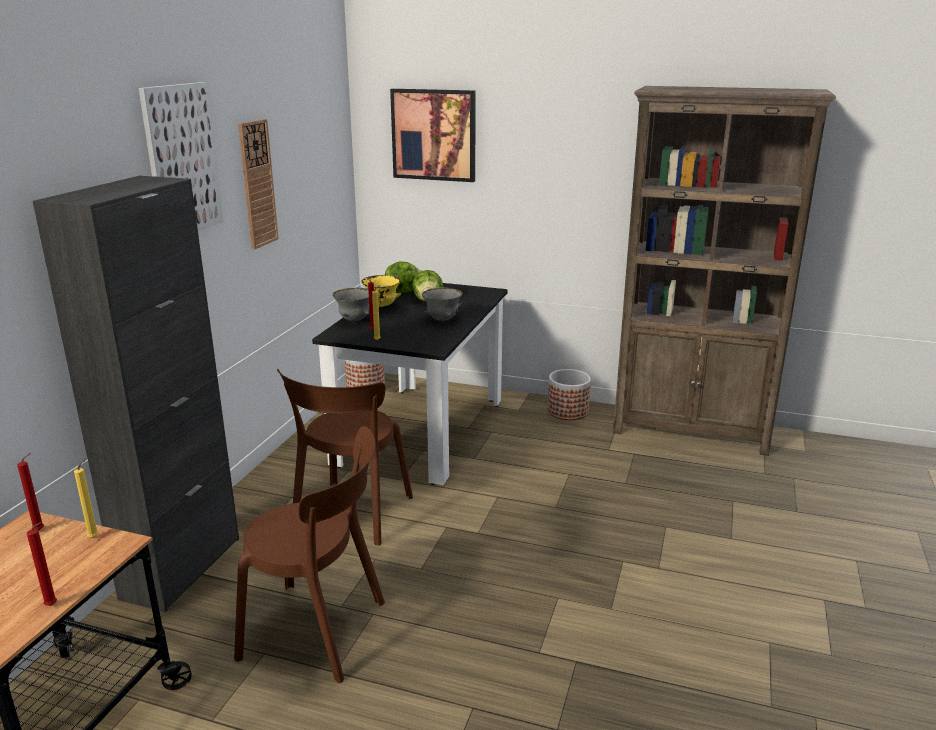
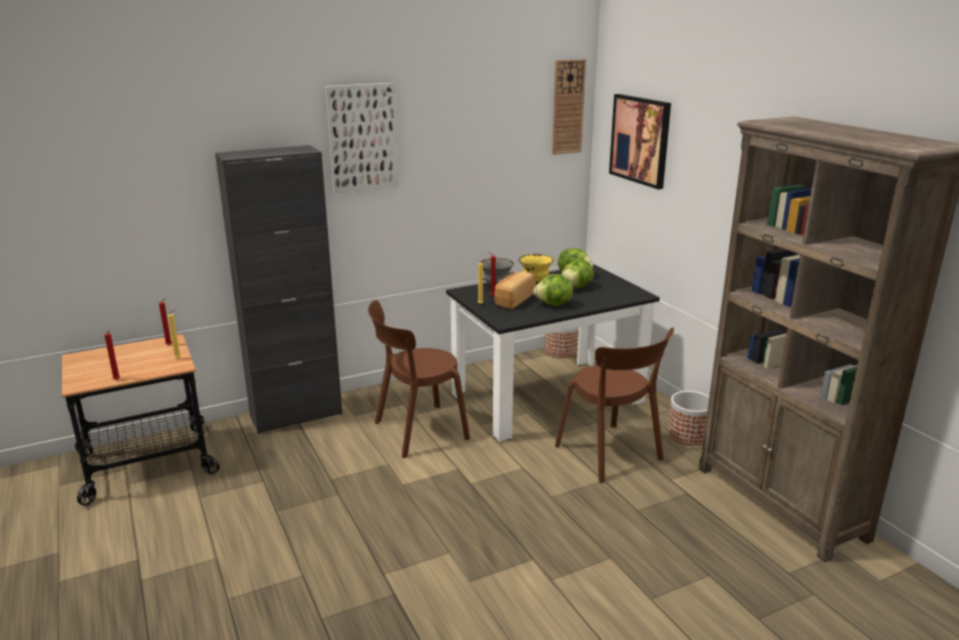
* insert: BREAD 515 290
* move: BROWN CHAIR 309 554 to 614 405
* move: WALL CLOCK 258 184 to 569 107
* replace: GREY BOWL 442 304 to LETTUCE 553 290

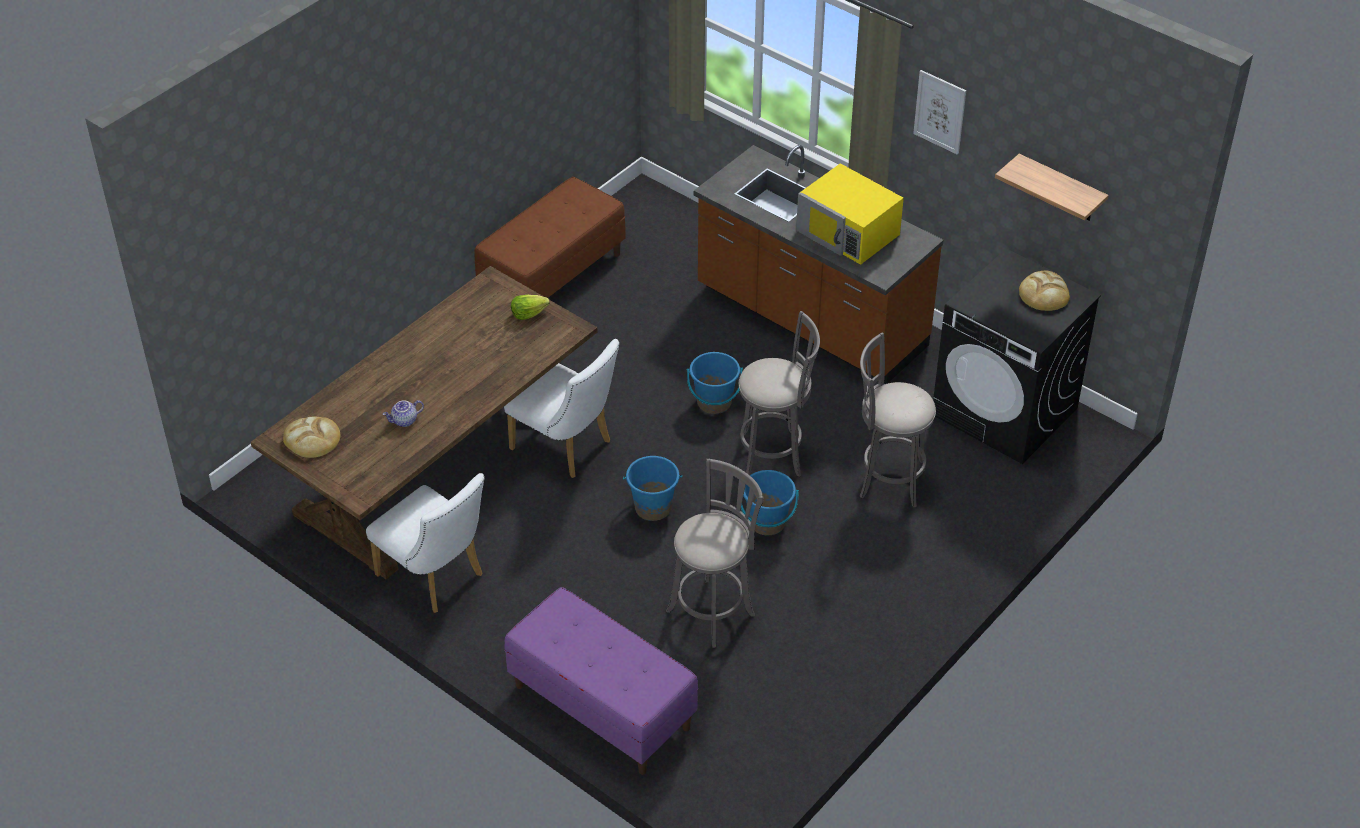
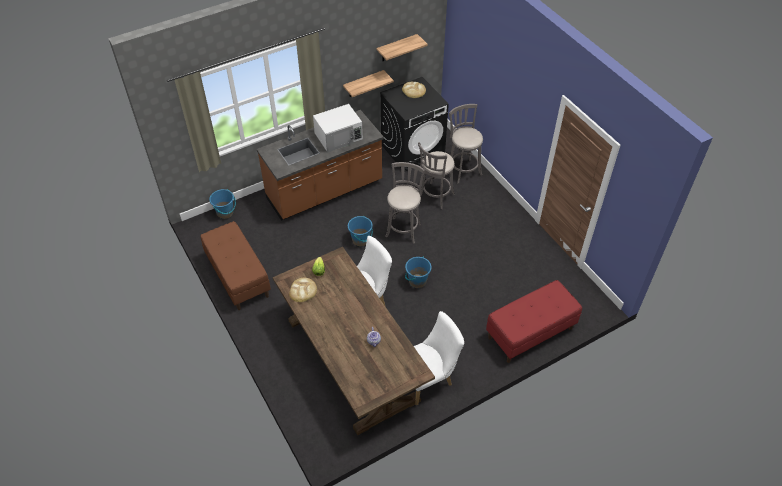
* delete: PICTURE 939 112
* insert: SHELF 368 83
* move: BREAD 311 437 to 303 290
* move: GREY STOOL 714 553 to 466 144
* move: BLUE BUCKET 770 502 to 222 204
* recolor: PURPLE BENCH 601 681 to RED BENCH 534 321
* recolor: YELLOW MICROWAVE 850 214 to WHITE MICROWAVE 338 128

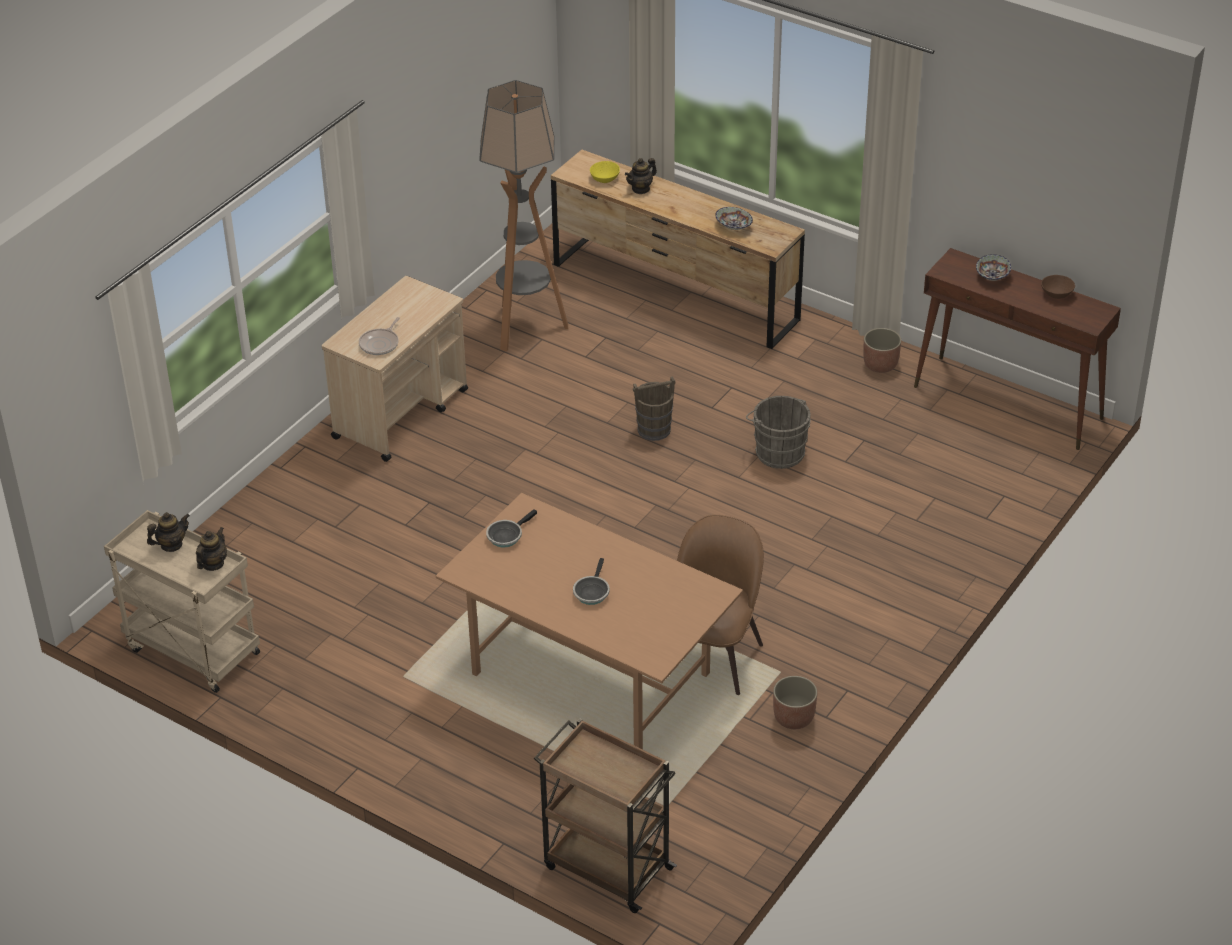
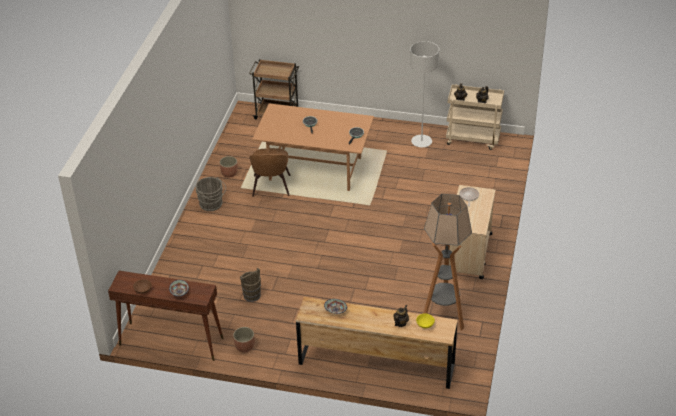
* insert: GREY FLOOR LAMP 424 94
* move: BROWN BUCKET 654 408 to 250 284
* move: GREY BUCKET 778 432 to 210 194

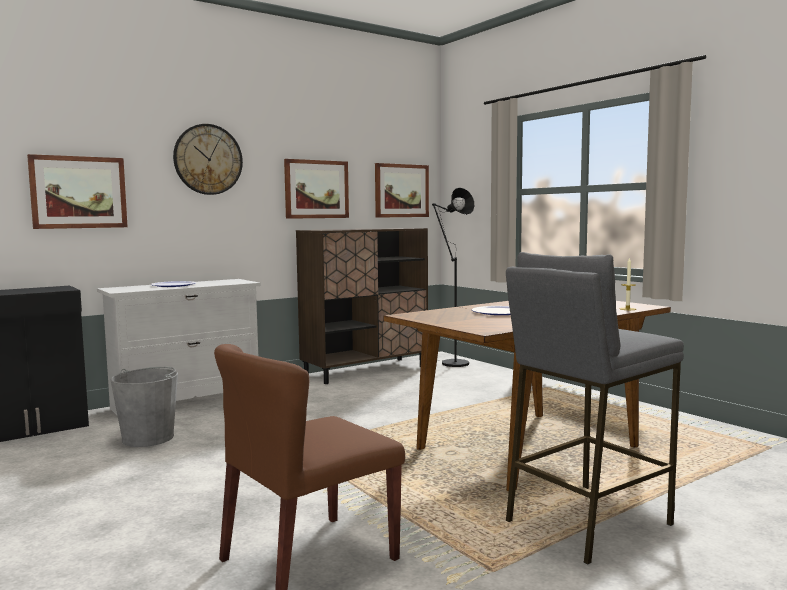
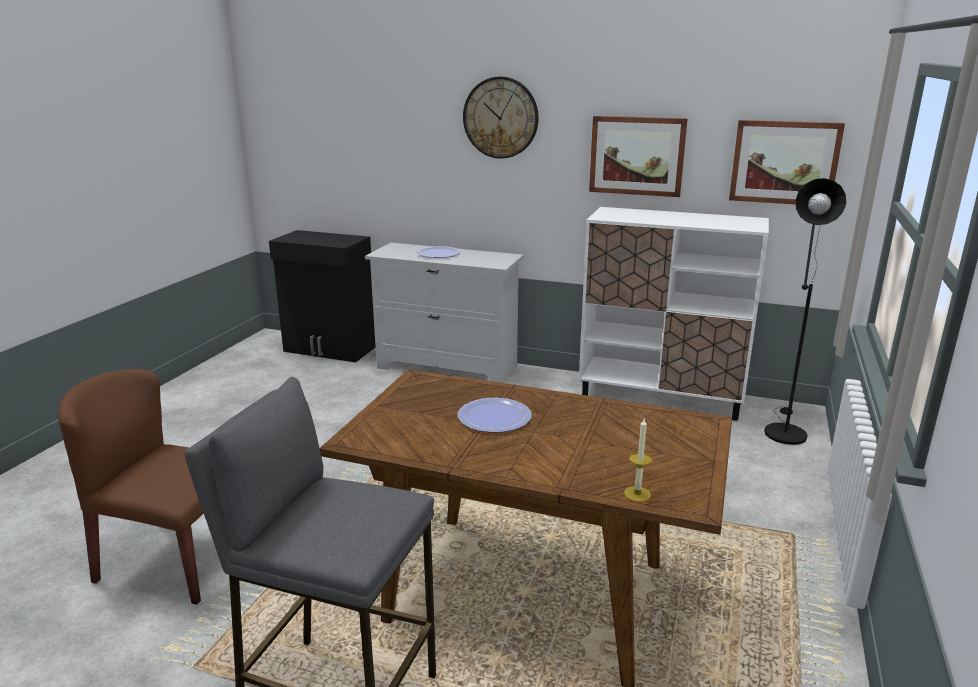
* delete: PICTURE 77 191
* delete: GREY BUCKET 144 407
* recolor: BROWN CABINET 362 306 to WHITE CABINET 674 314

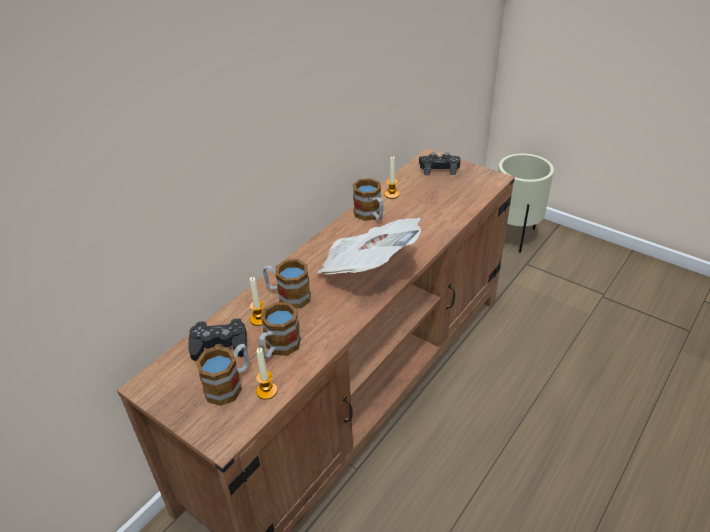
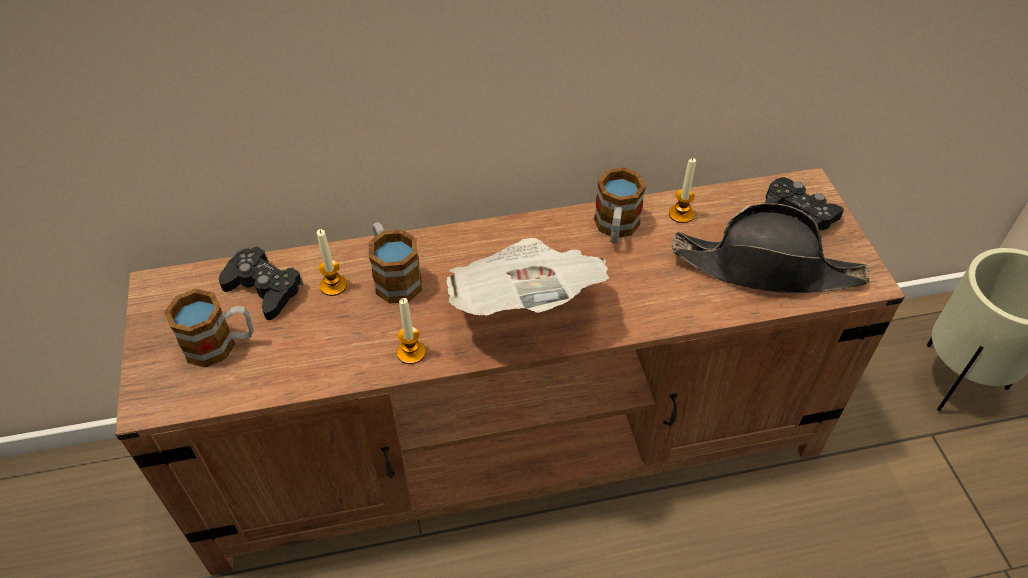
* delete: MUG 279 330
* insert: BLACK HAT 771 248
* move: CANDLE 266 374 to 411 331

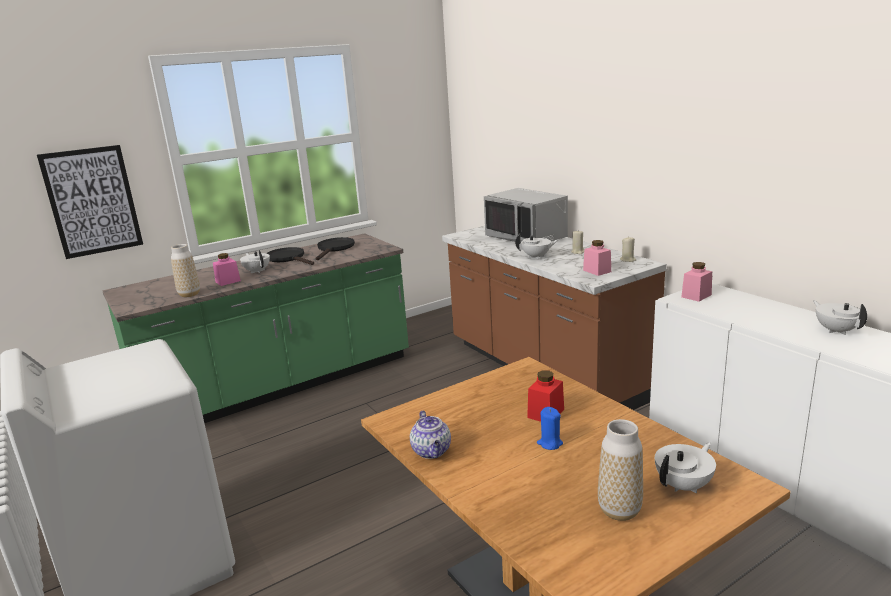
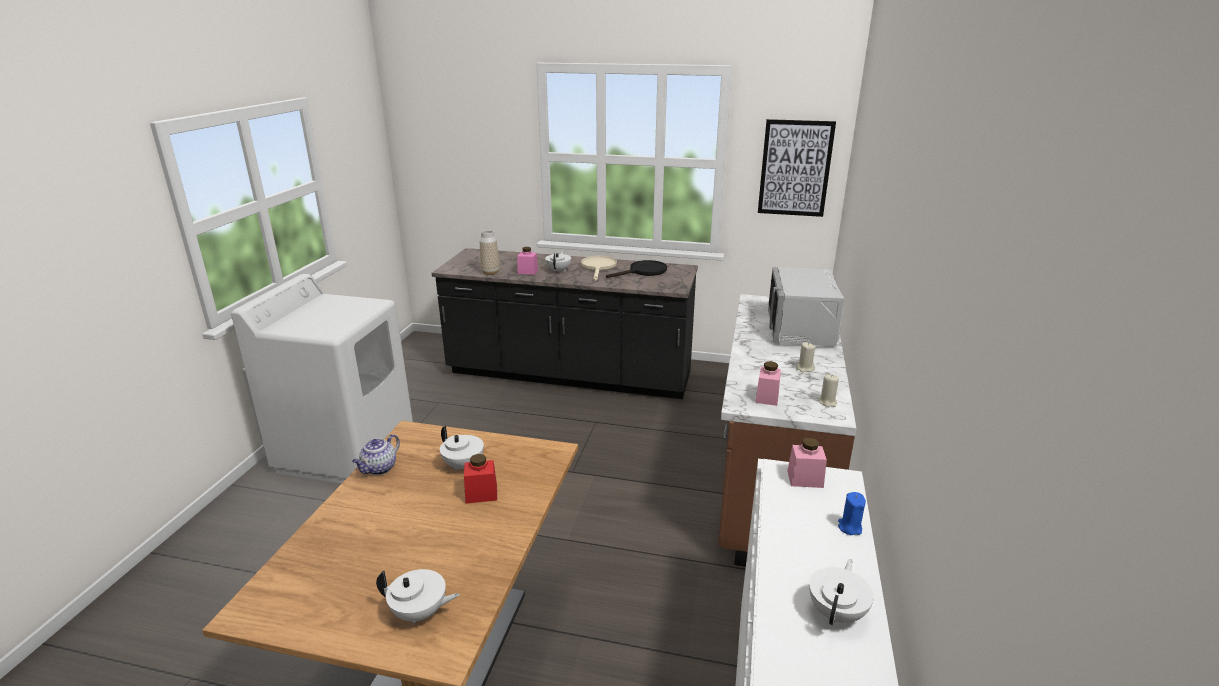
* delete: VASE 620 470
* move: PICTURE 90 202 to 797 168
* move: WHITE TEAPOT 536 246 to 462 448
* move: BLUE CANDLE 550 428 to 852 513
* recolor: GREEN COUNTER 256 328 to BLACK COUNTER 565 323
* recolor: BLACK FRYING PAN 290 256 to BEIGE FRYING PAN 599 268

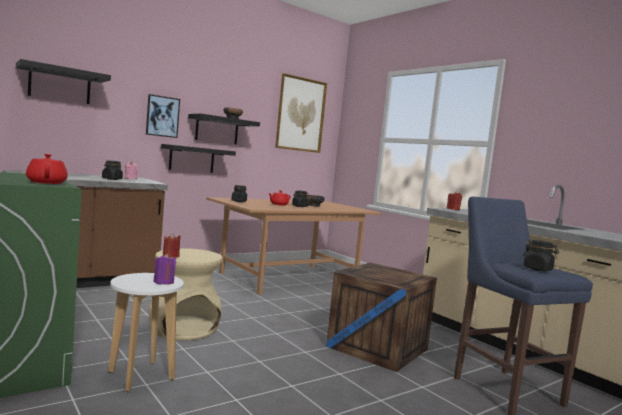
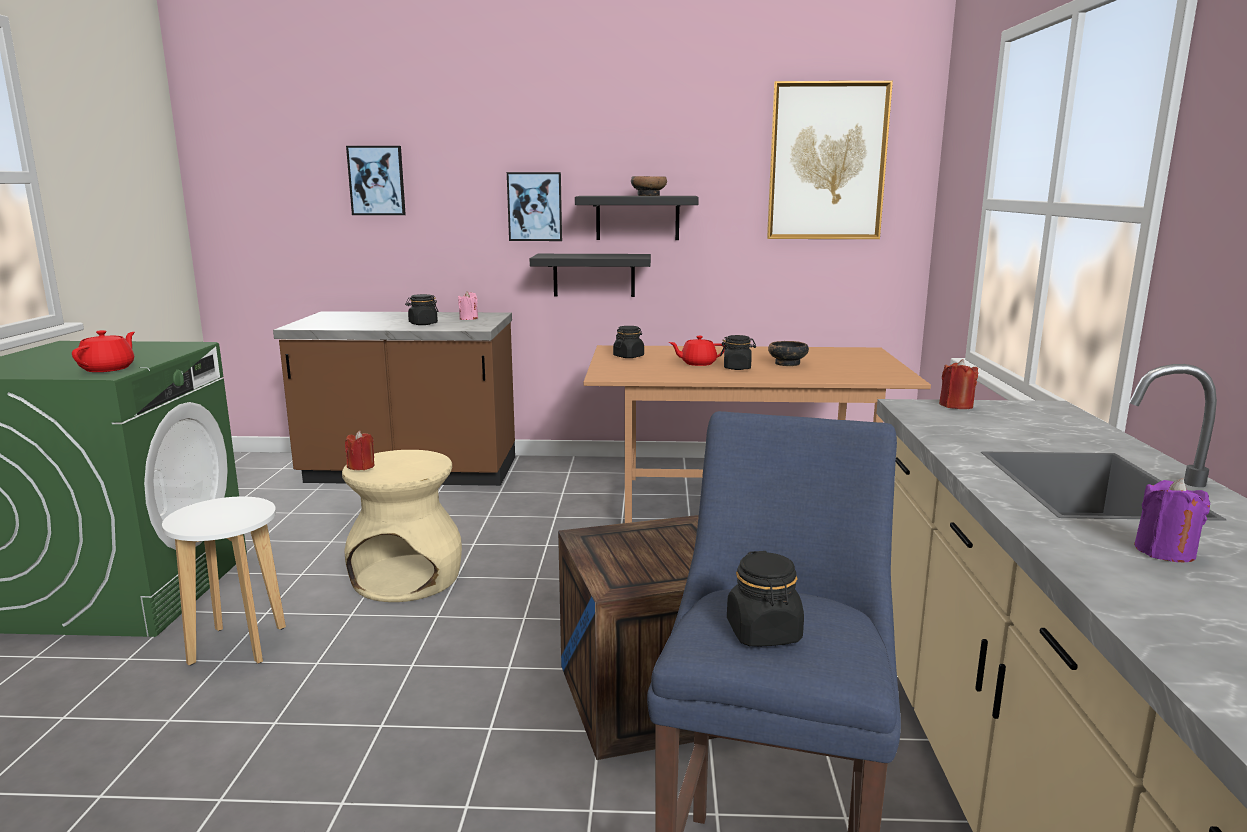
* move: PURPLE CANDLE 165 269 to 1172 520
* replace: BLACK SHELF 63 81 to PICTURE 376 180

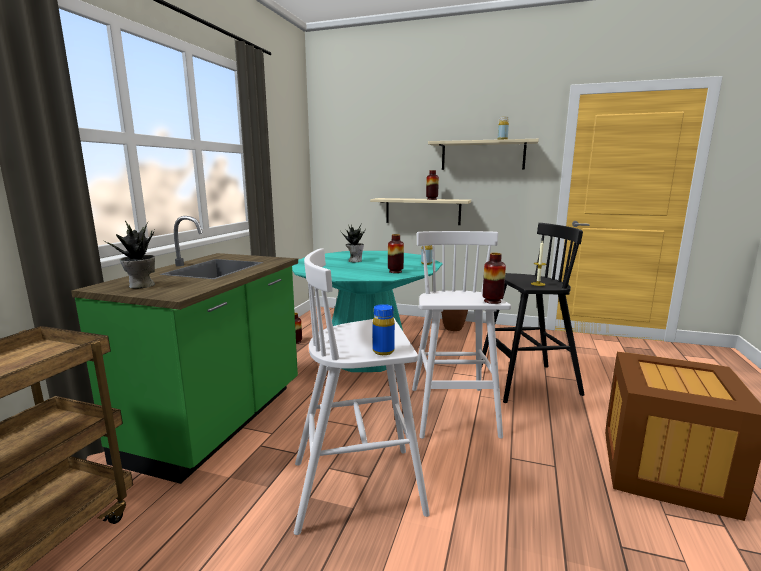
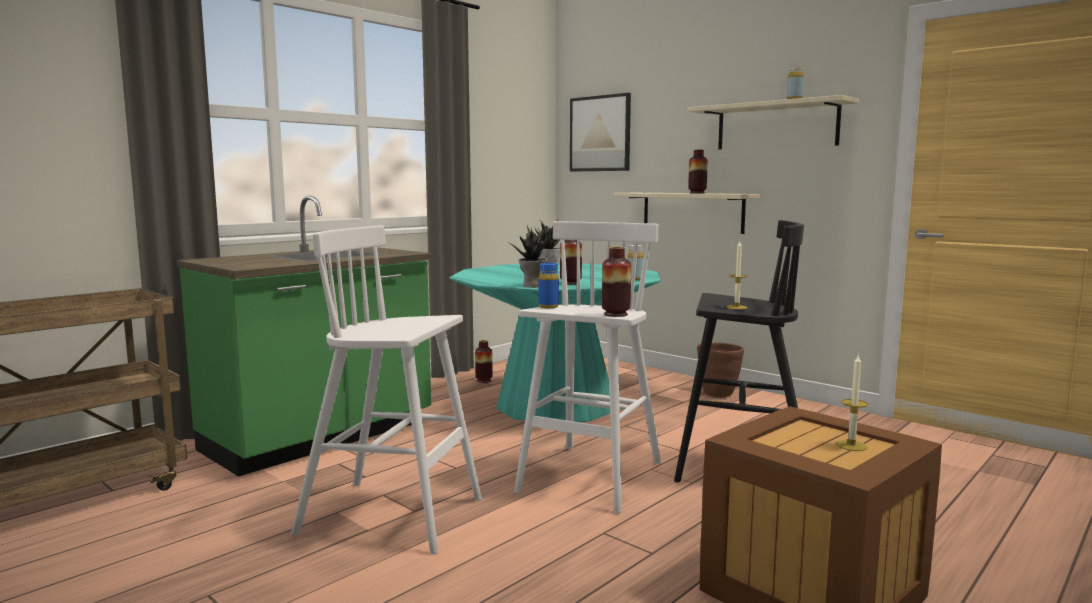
* insert: PICTURE 600 132
* insert: CANDLE 852 403
* move: POTTED PLANT 129 254 to 530 257
* move: BLUE BOTTLE 384 329 to 549 285

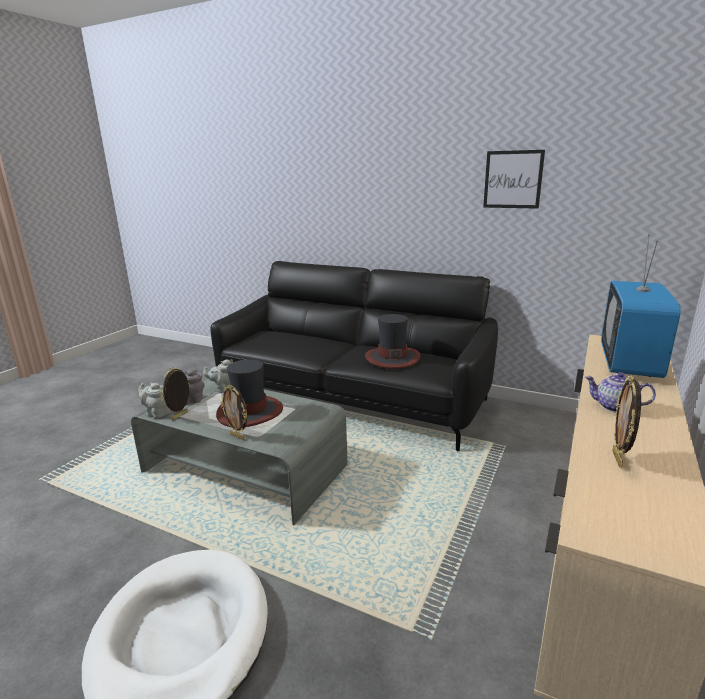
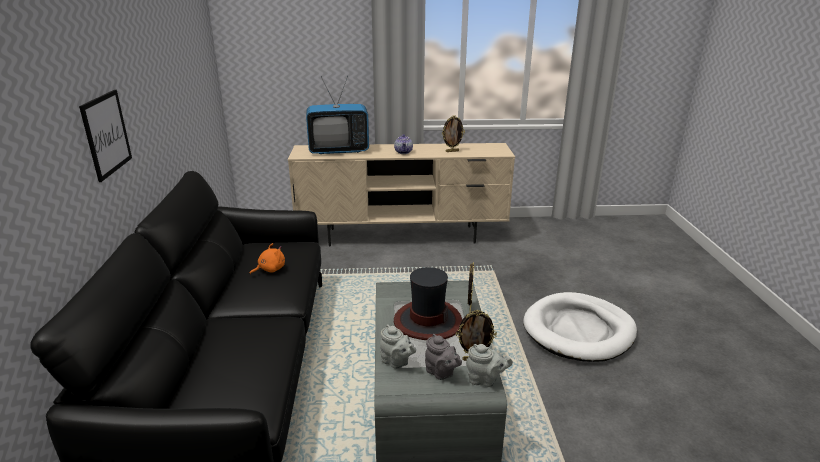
* move: PICTURE 514 179 to 105 136
* replace: HAT 393 341 to ORANGE PLUSH TOY 267 259
* rotate: GREY TEAPOT 154 400 = 489 365 75 degrees counterclockwise

